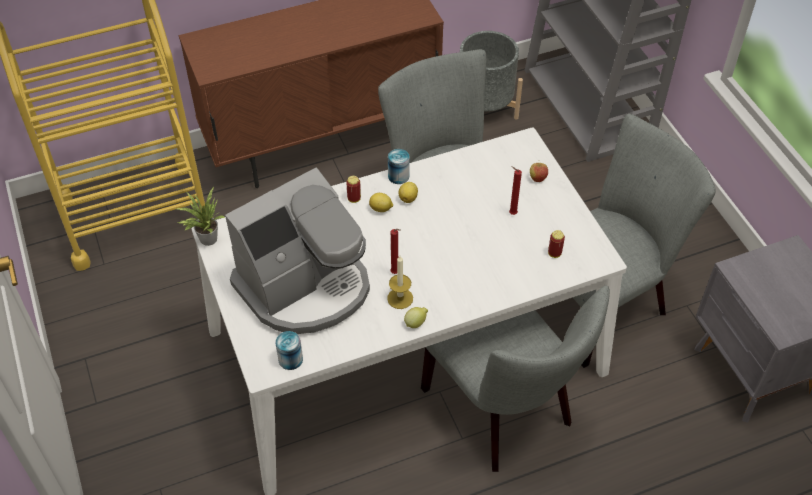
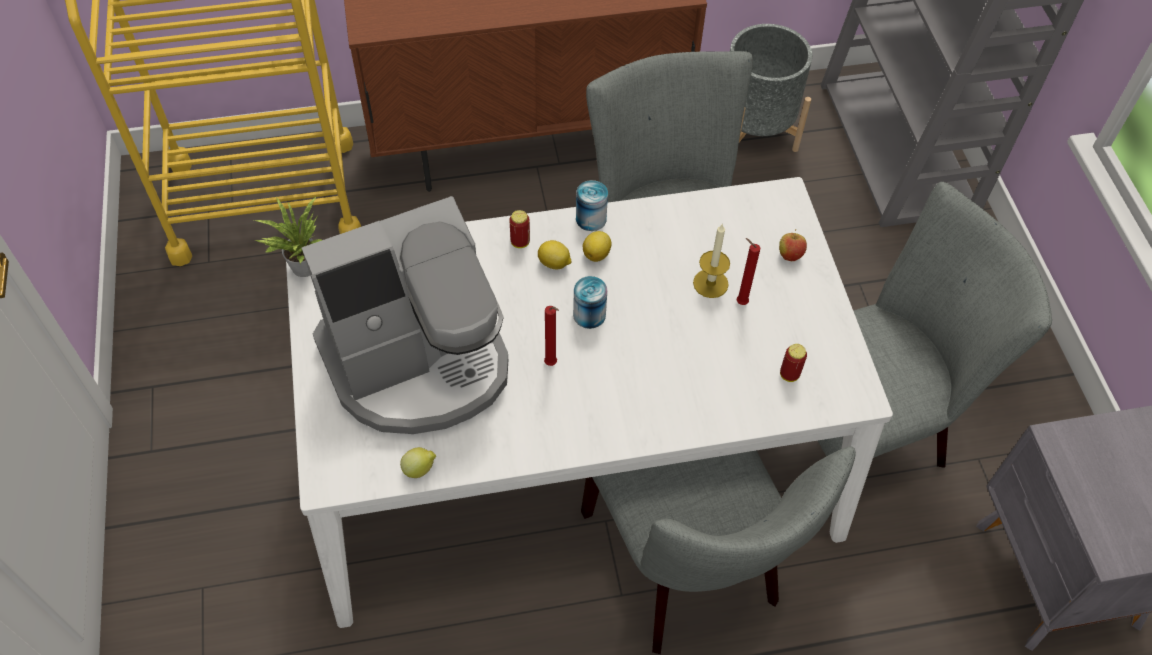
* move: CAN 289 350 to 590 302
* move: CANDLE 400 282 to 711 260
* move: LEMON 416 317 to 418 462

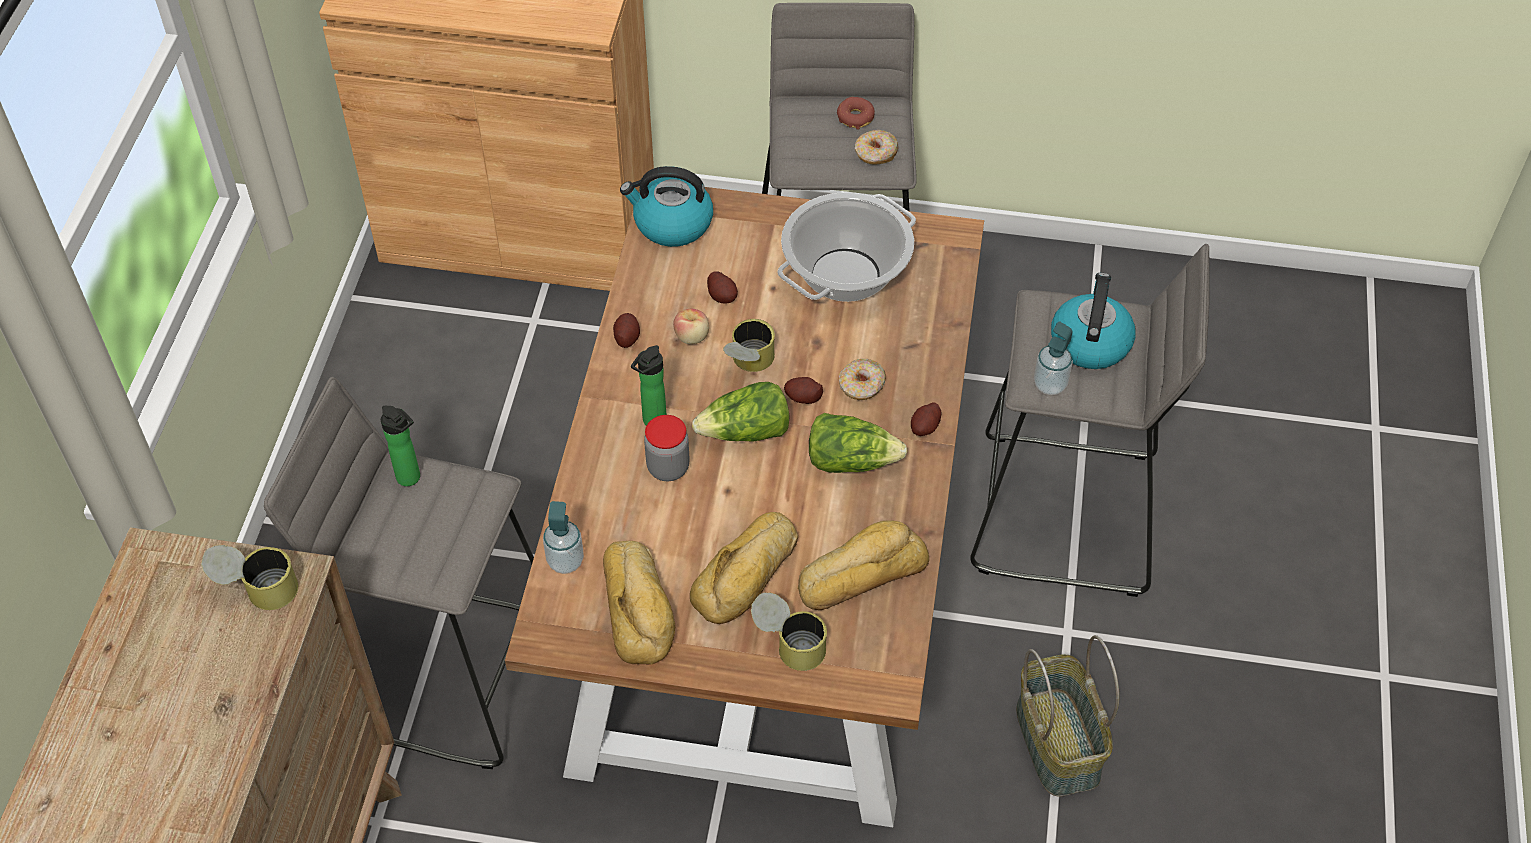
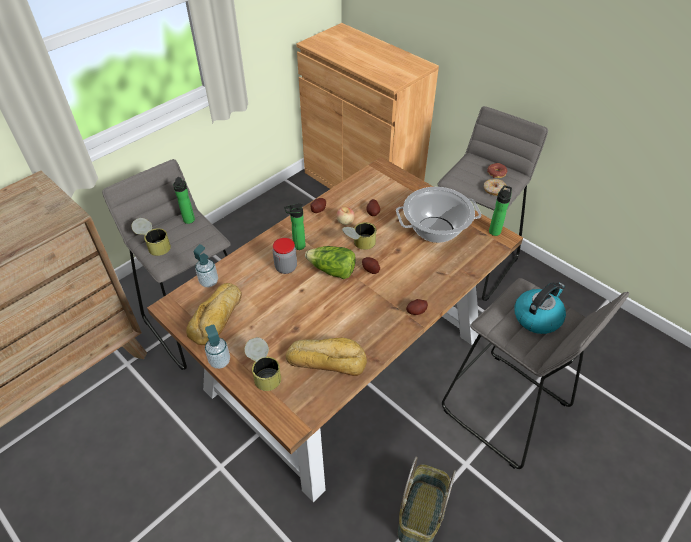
* delete: KETTLE 666 206
* delete: BREAD 744 568
* delete: LETTUCE 858 443
* delete: DONUT 862 379
* insert: BOTTLE 500 210
* move: CAN 249 577 to 151 237
* move: SOAP DISPENSER 1053 358 to 217 347

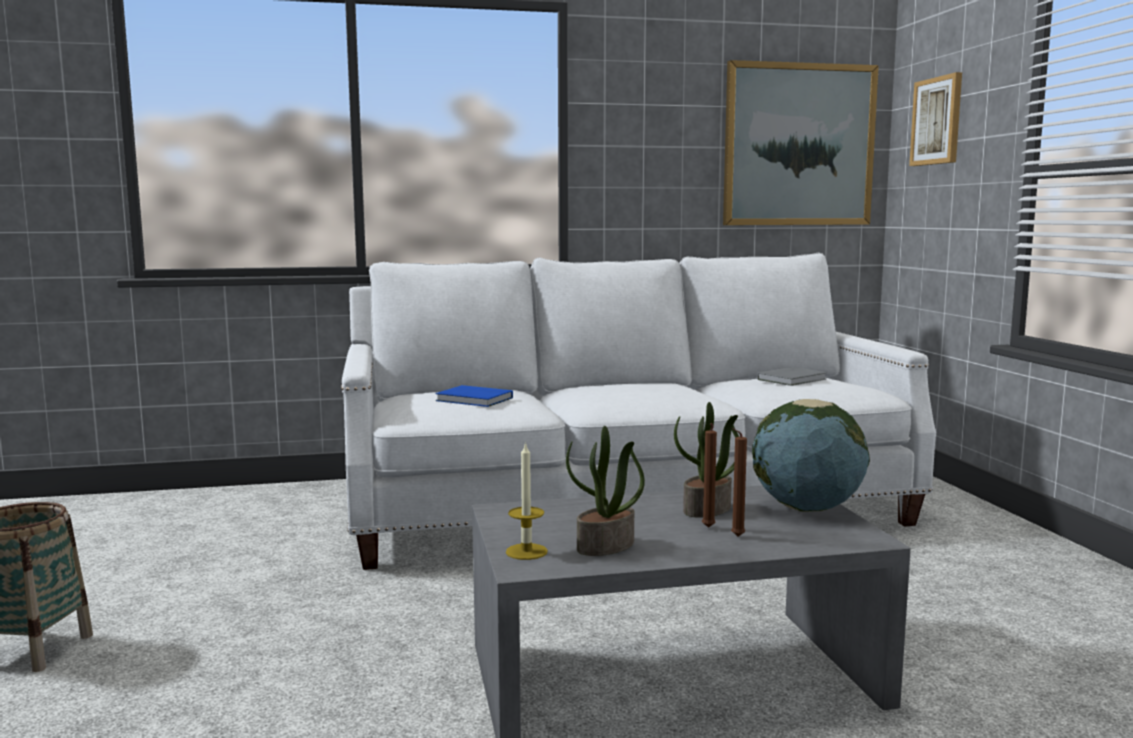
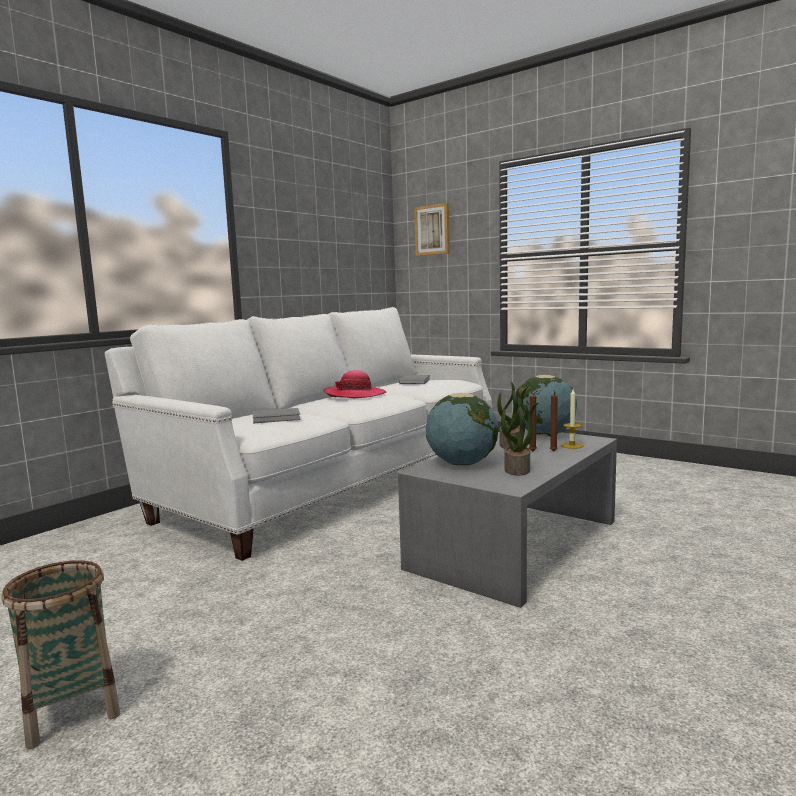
* delete: PICTURE 801 142
* insert: HAT 354 384
* insert: GLOBE 462 429
* move: CANDLE 527 501 to 572 419
* recolor: BLUE BOOK 474 396 to GREY BOOK 277 416

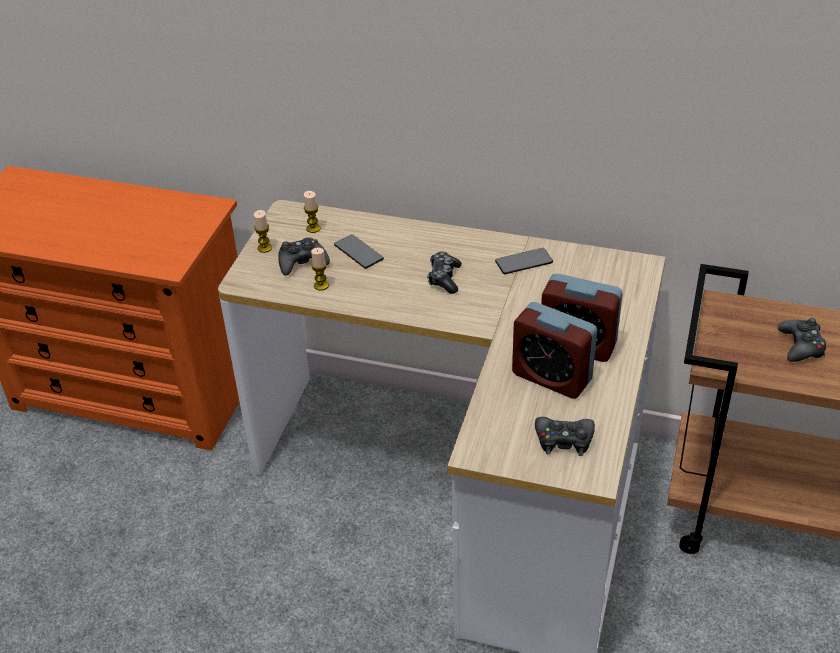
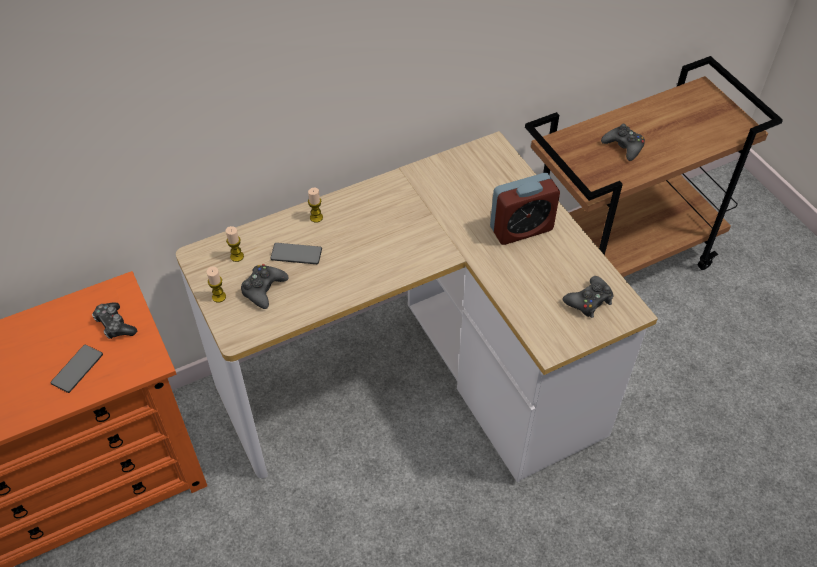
* delete: ALARM CLOCK 554 350
* move: CANDLE 320 269 to 315 205
* move: GAME CONTROLLER 444 273 to 114 320
* move: PHONE 524 261 to 77 369

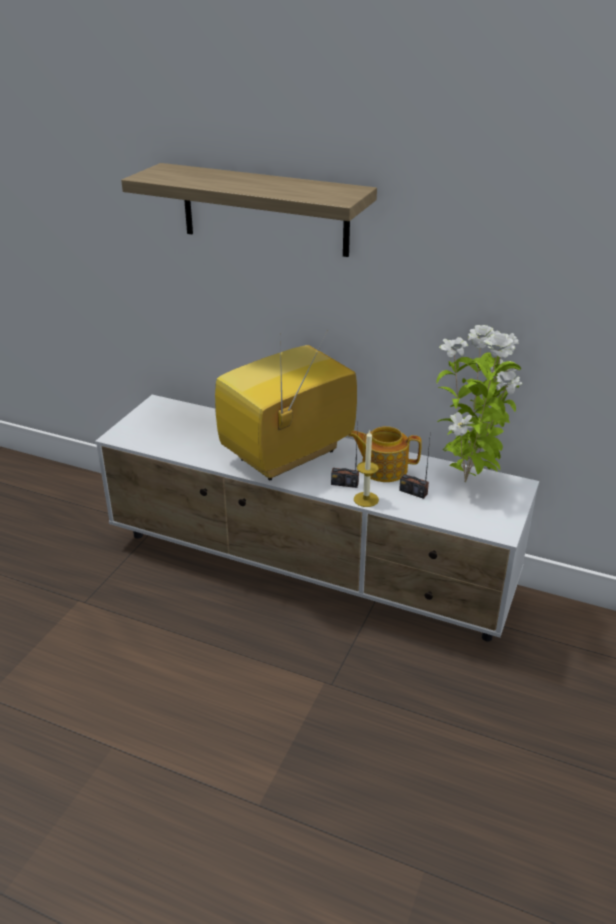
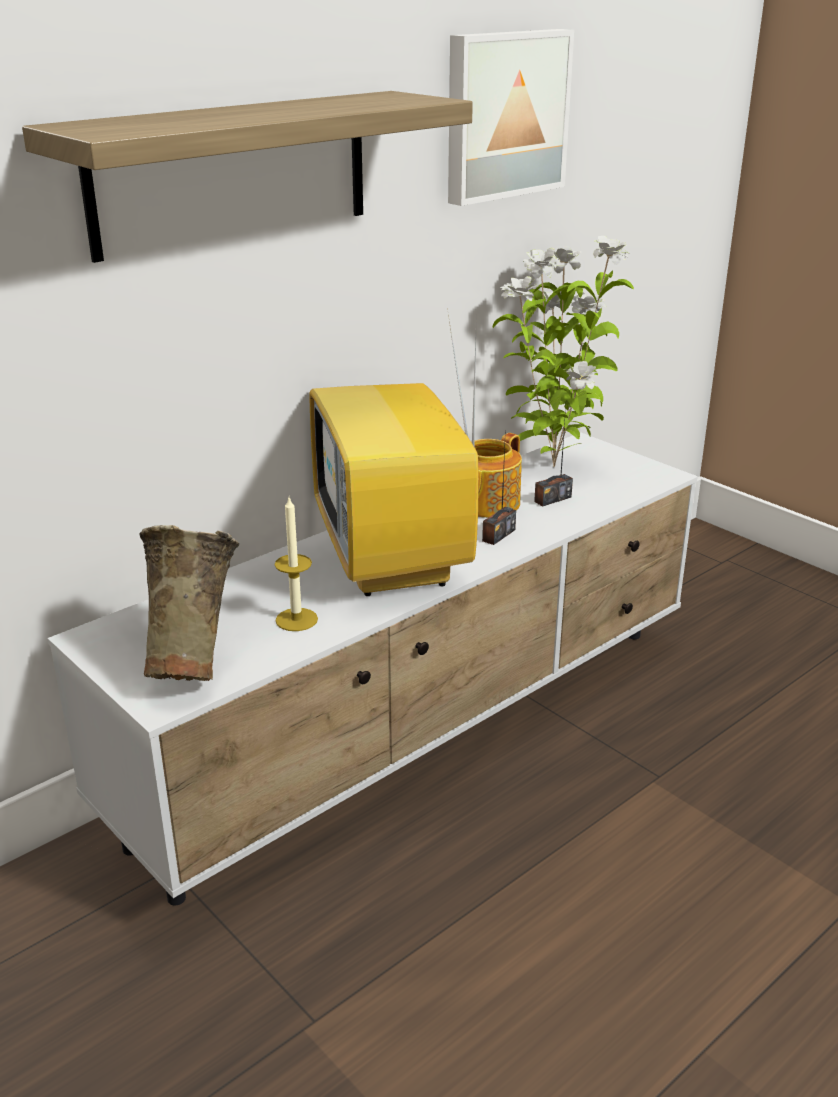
* insert: BEIGE VASE 189 603
* insert: PICTURE 511 117
* move: CANDLE 366 468 to 296 564

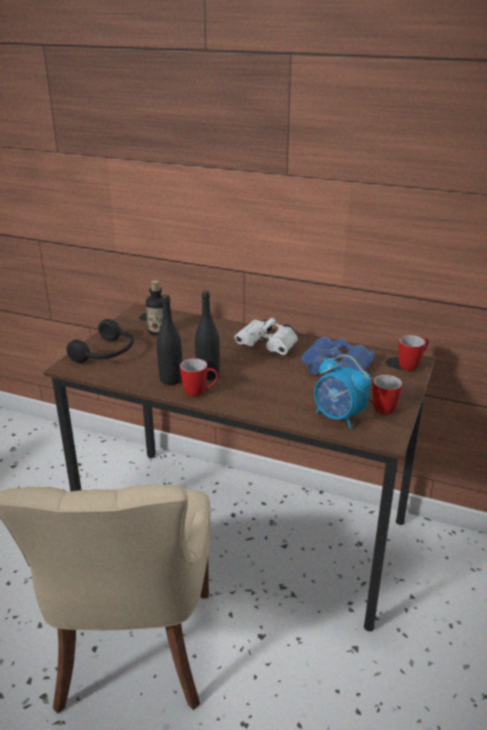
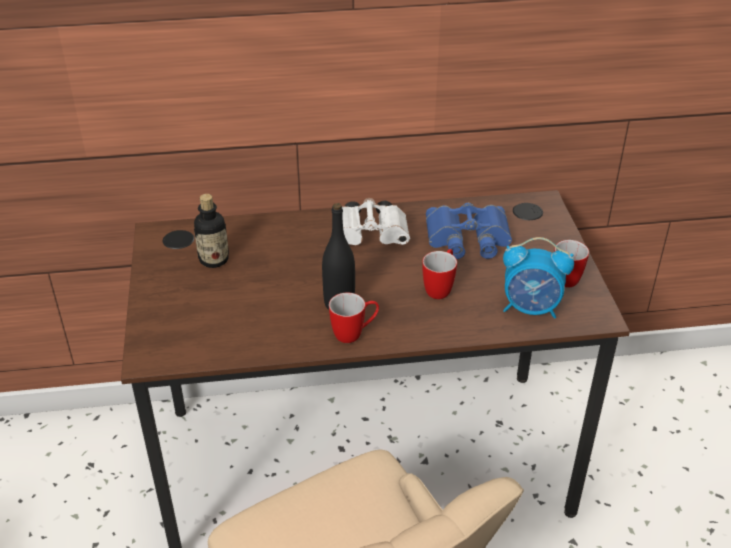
* delete: BLACK HEADPHONES 100 341
* delete: BLACK BOTTLE 169 339
* move: MUG 413 353 to 439 274

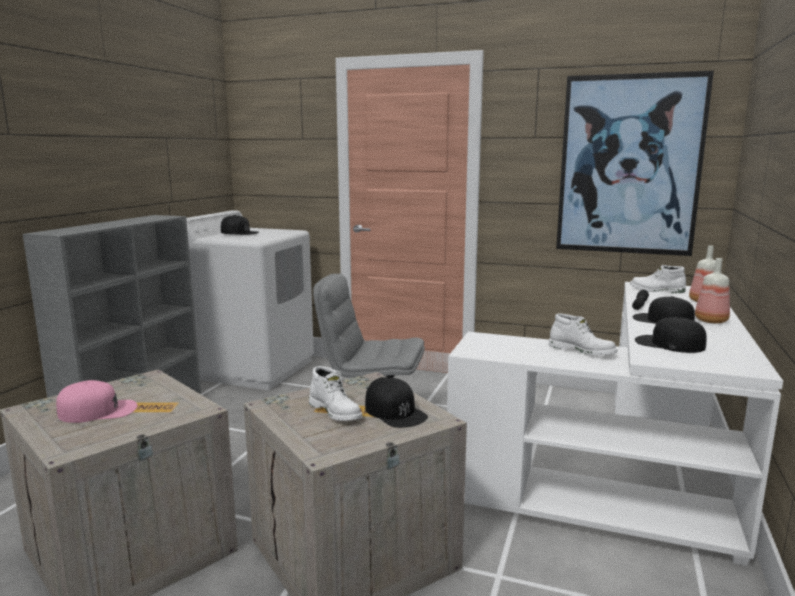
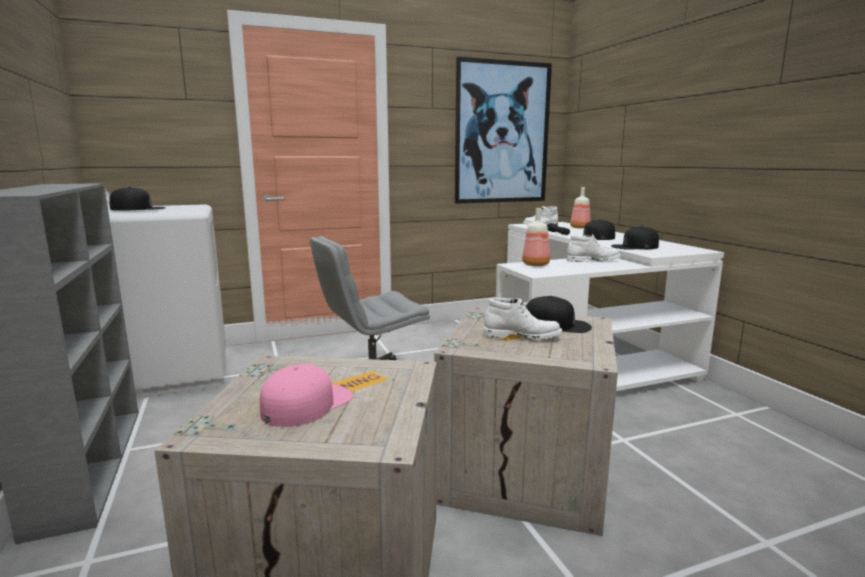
* move: BOTTLE 712 290 to 536 237

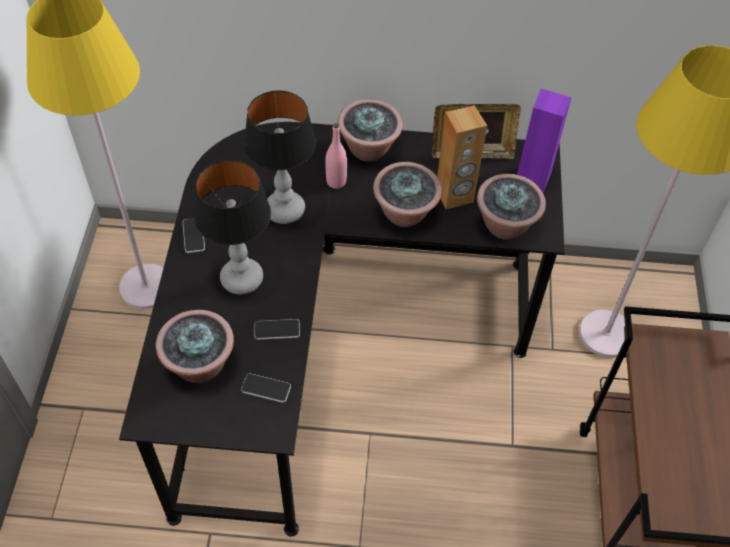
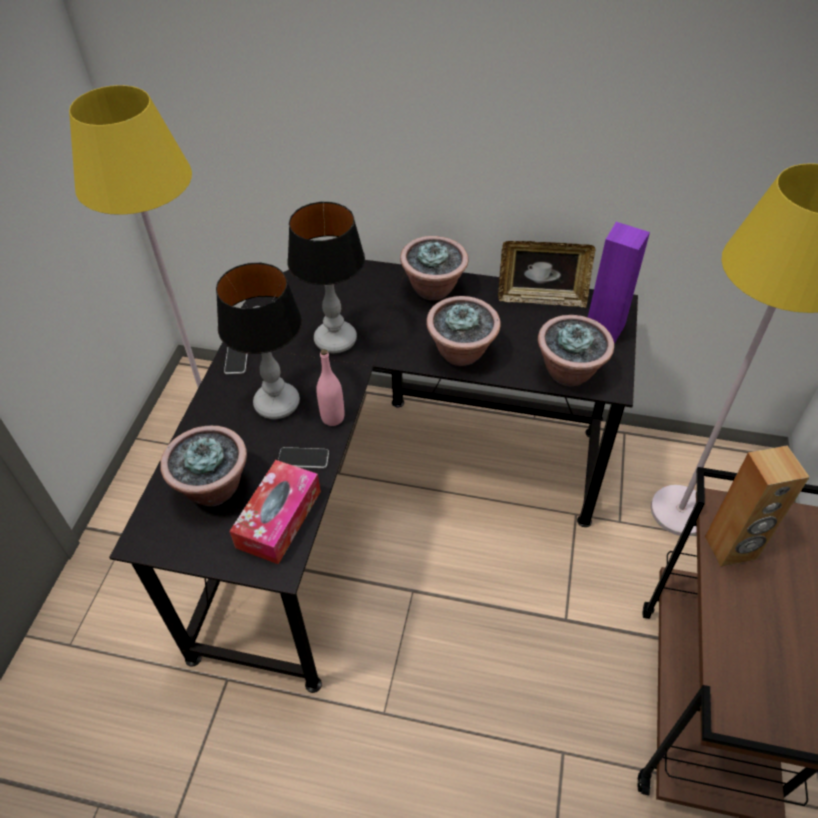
* move: PINK BOTTLE 336 156 to 330 387
* move: BROWN SPEAKER 462 157 to 757 506
* replace: PHONE 266 388 to TISSUE BOX 275 512

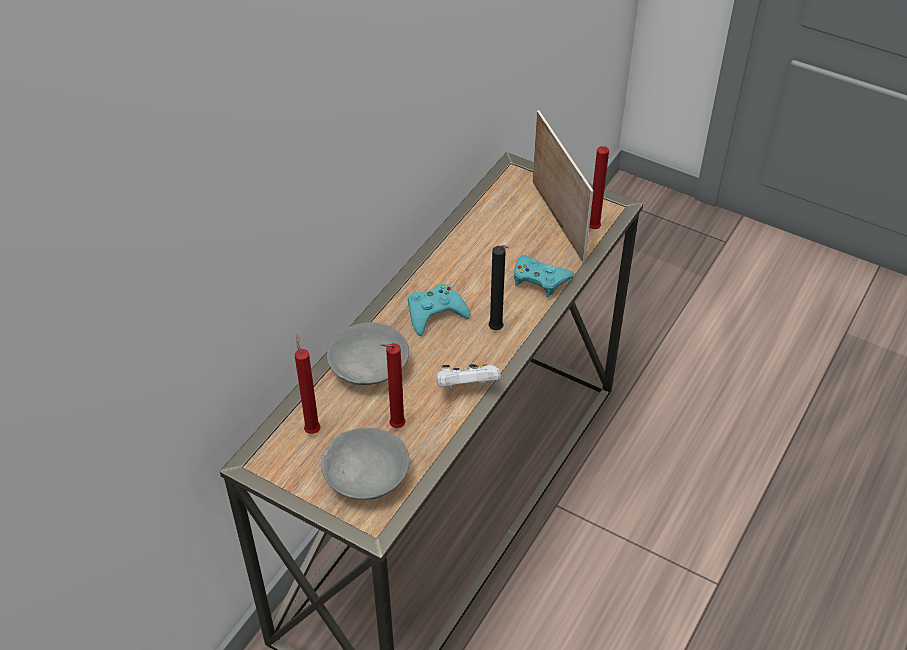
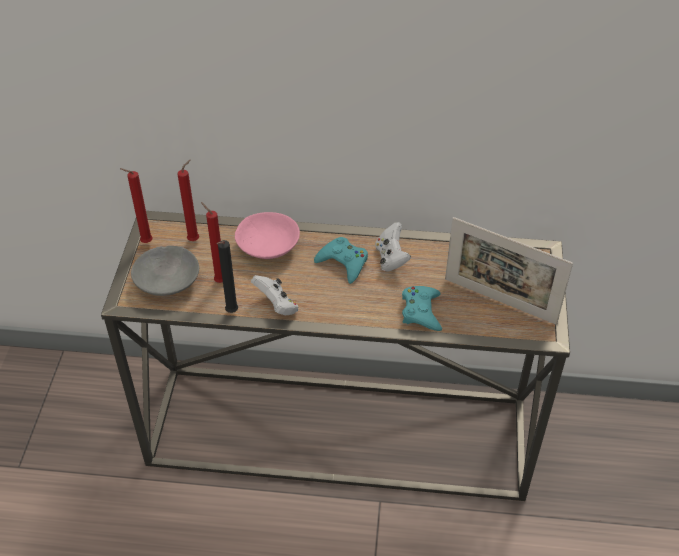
* insert: WHITE GAME CONTROLLER 393 247
* move: BLACK CANDLE 499 287 to 227 276
* move: RED CANDLE 599 187 to 136 205
* recolor: GREY BOWL 368 353 to PINK BOWL 267 235
* rotate: PICTURE FRAME 563 186 = 509 271 75 degrees clockwise

